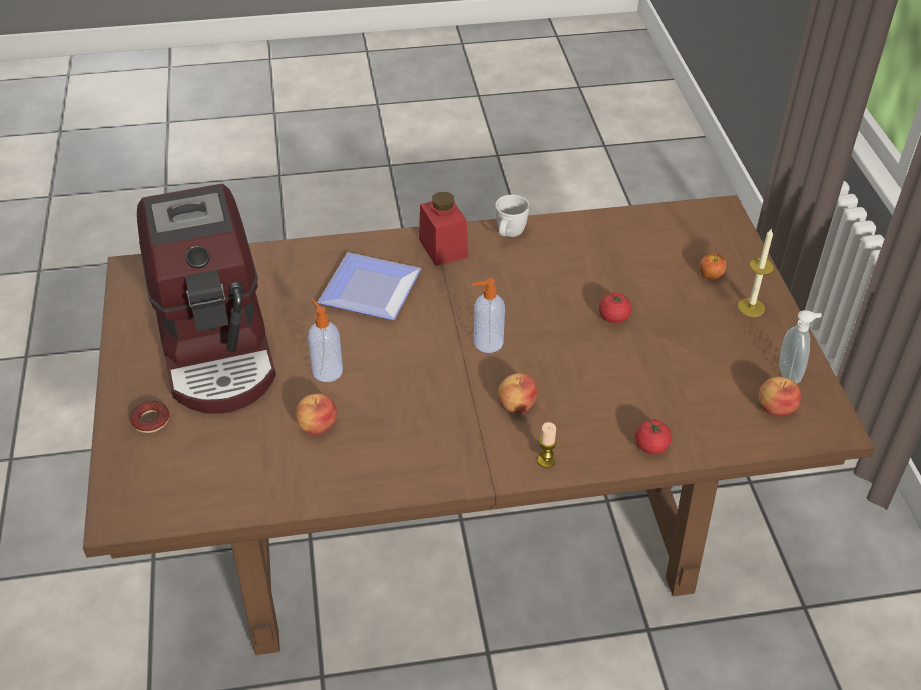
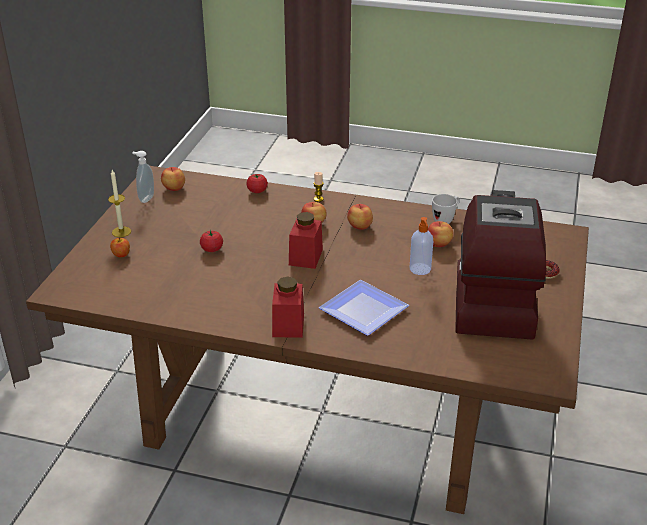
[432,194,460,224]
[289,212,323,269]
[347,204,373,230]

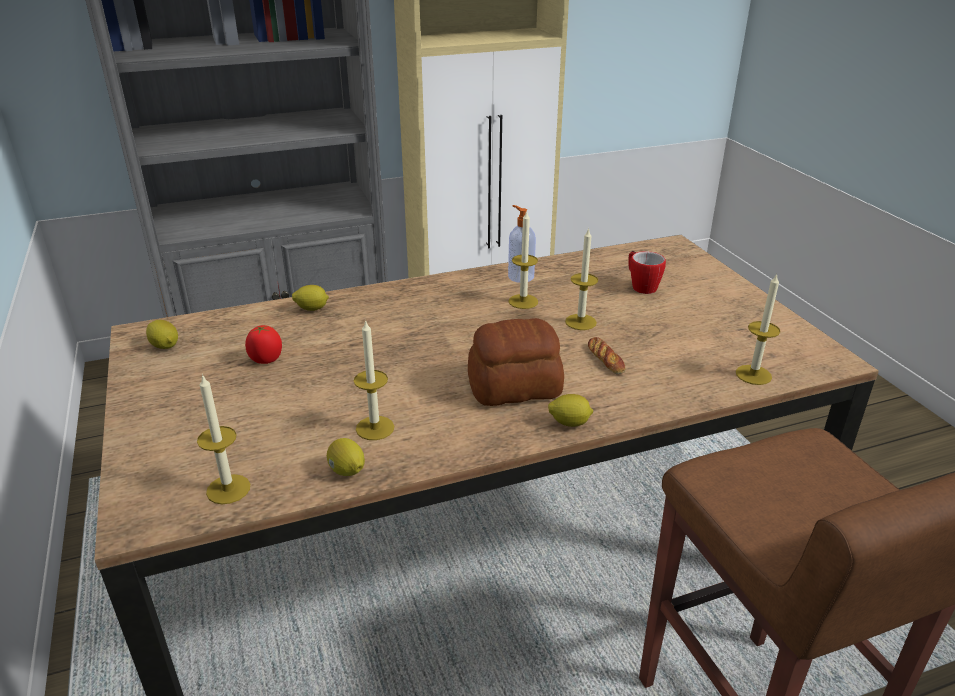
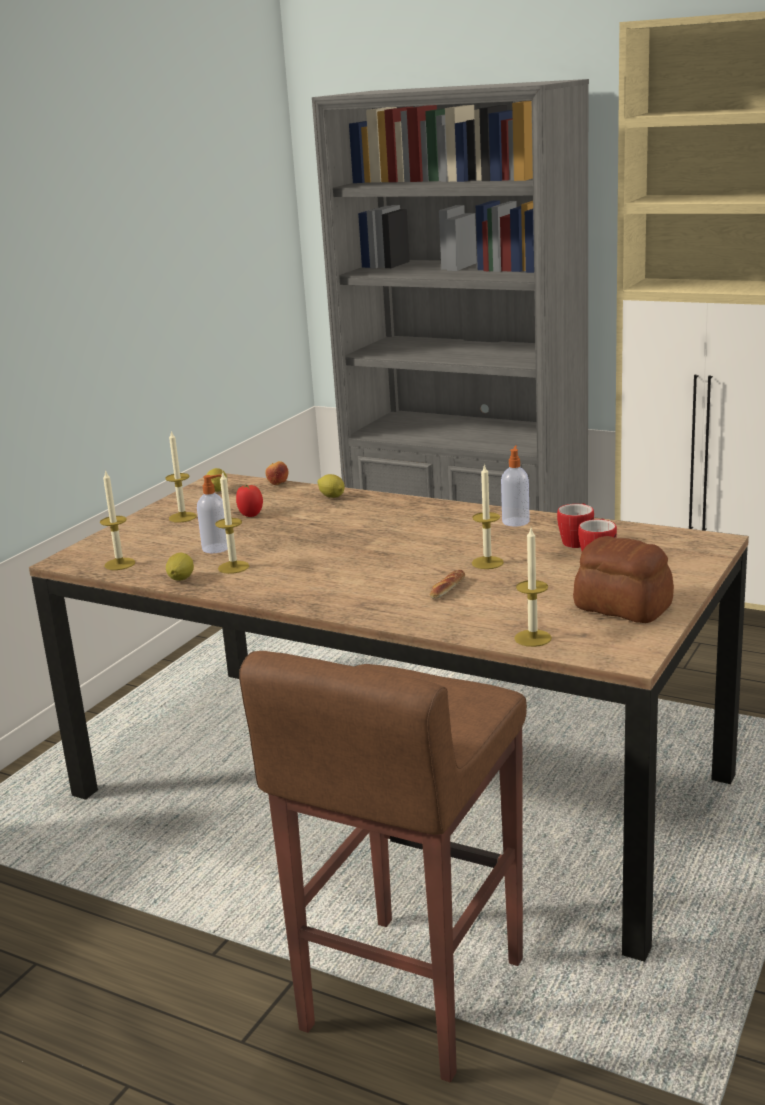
[166,430,197,523]
[573,536,674,623]
[548,394,593,427] (first image)
[265,461,288,485]
[197,475,228,553]
[557,503,594,548]

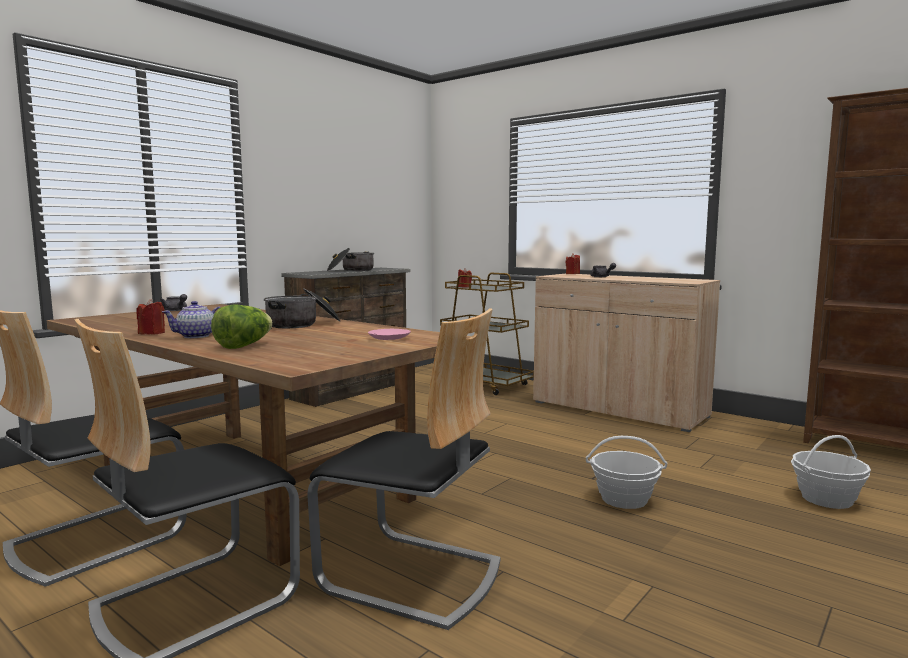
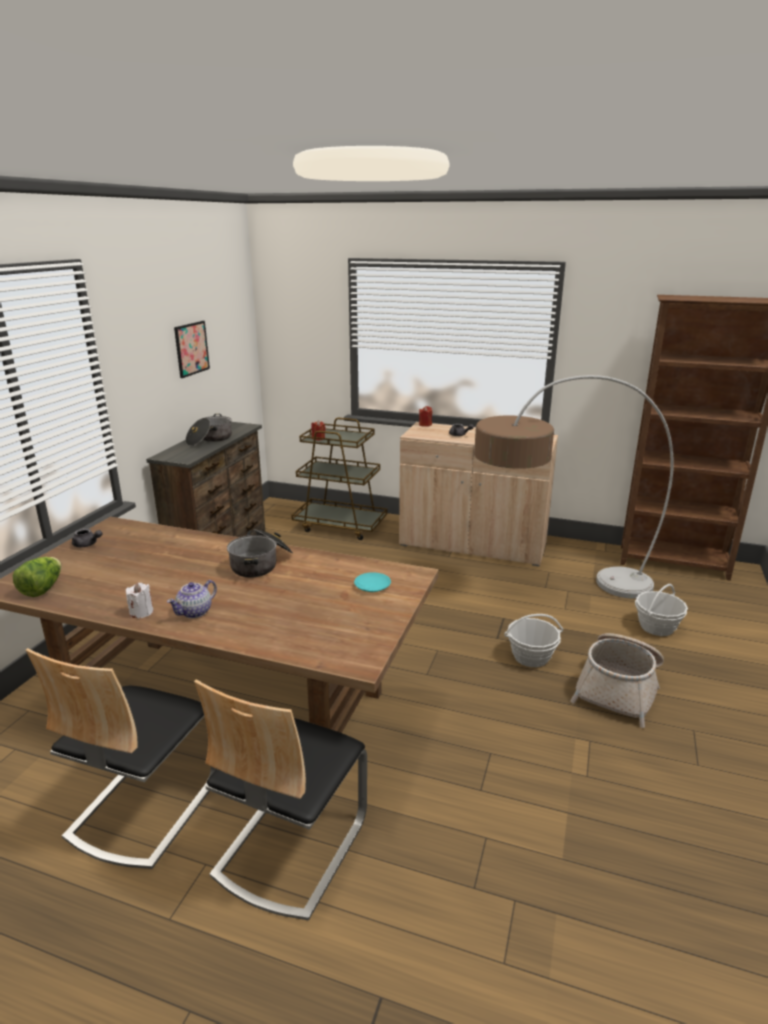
[126,583,153,618]
[13,557,62,597]
[307,308,500,630] (first image)
[354,572,391,592]
[174,321,210,378]
[474,375,674,599]
[570,633,664,728]

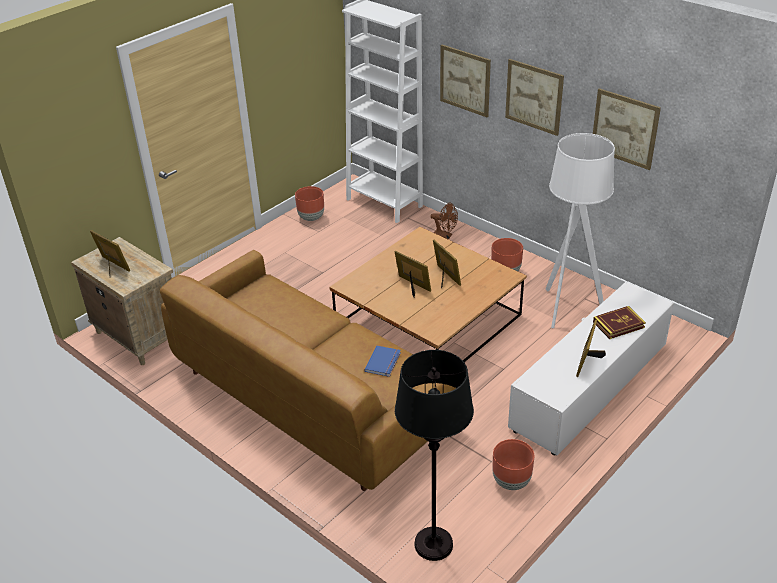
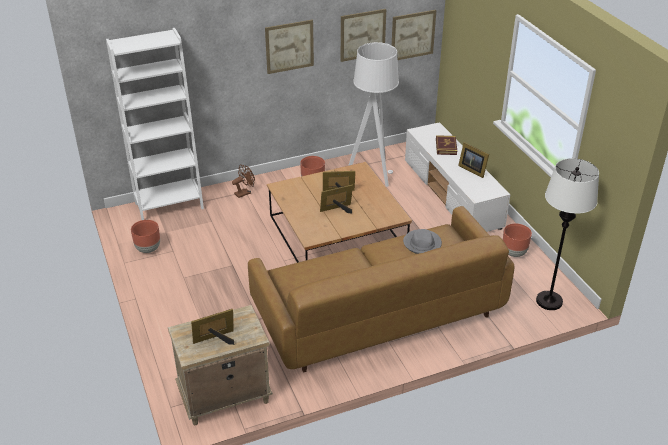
[392,10,436,60]
[403,229,442,254]
[536,158,599,310]

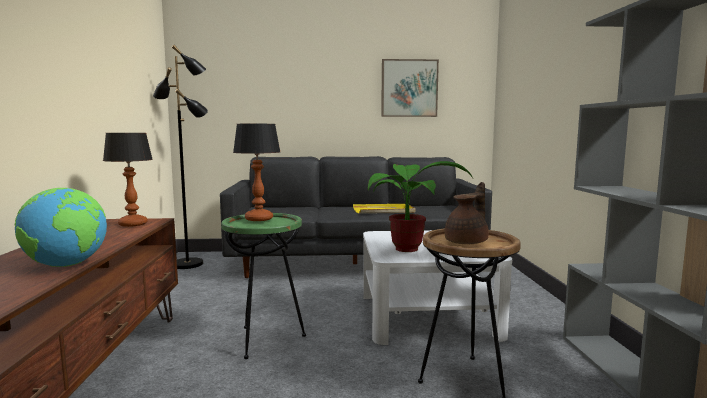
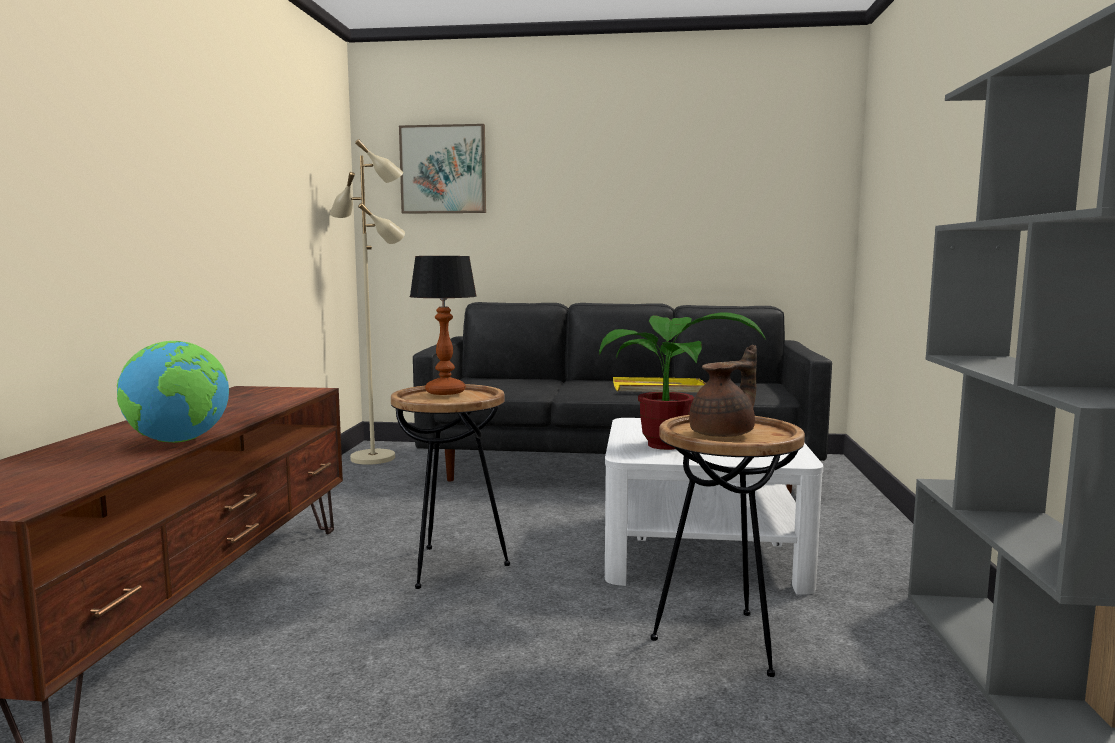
[330,139,405,465]
[399,124,486,214]
[103,133,153,227] (first image)
[391,384,510,589]

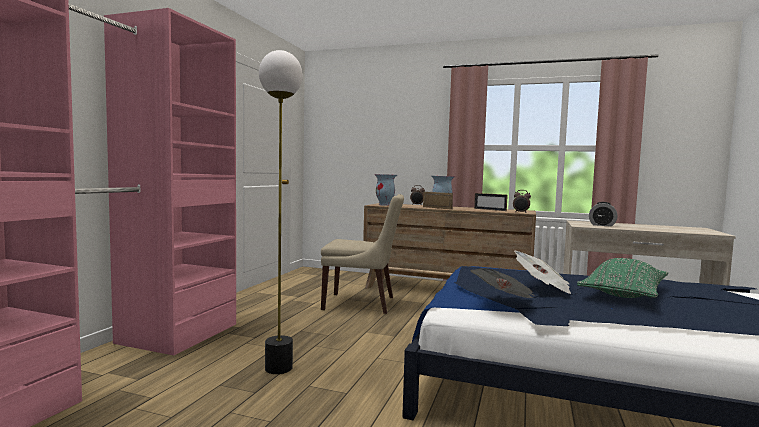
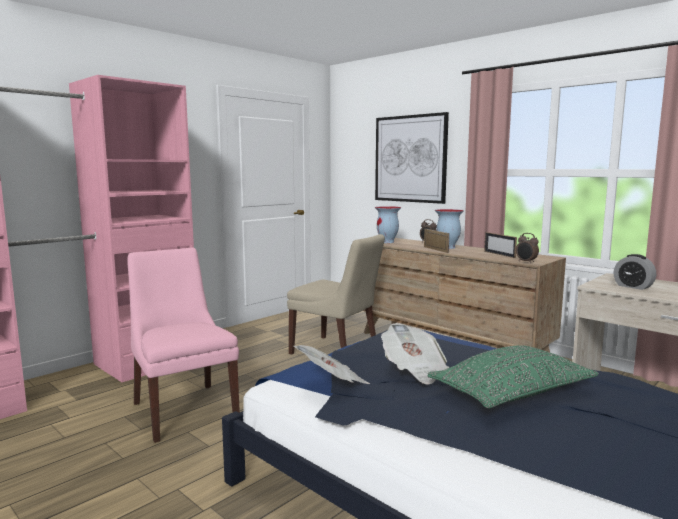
[127,248,240,443]
[375,112,449,204]

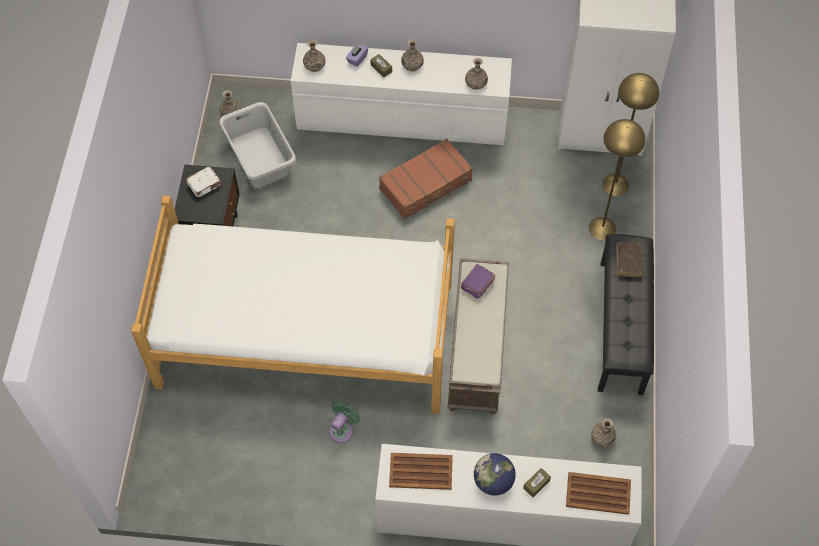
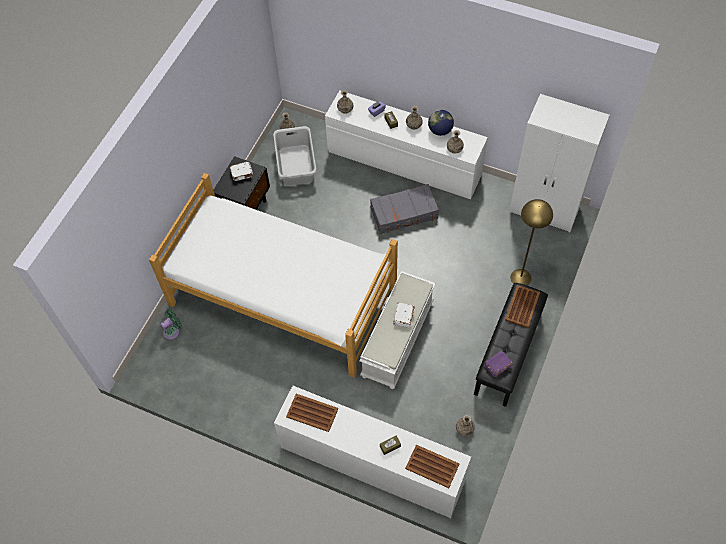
[602,73,659,196] (first image)
[370,184,439,234]
[505,285,540,328]
[359,271,436,389]
[484,350,513,377]
[160,309,182,340]
[428,110,454,136]
[393,303,415,328]

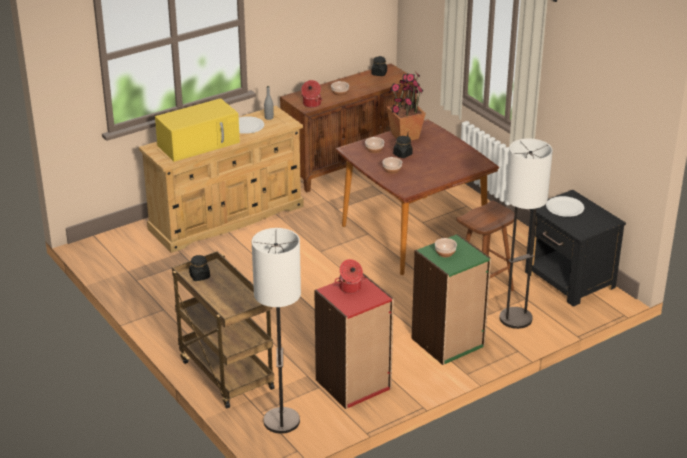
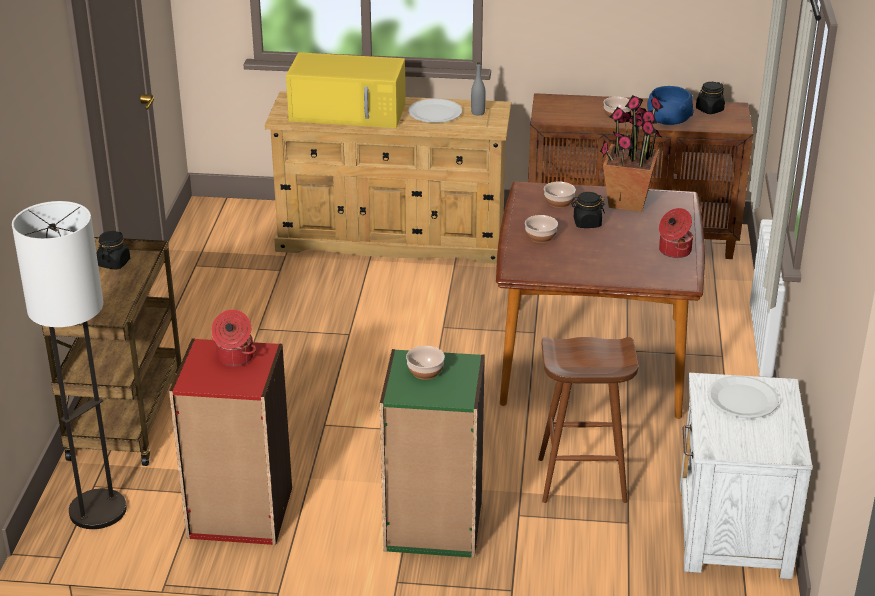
[659,208,693,258]
[499,138,553,329] (first image)
[680,373,813,579]
[647,86,694,125]

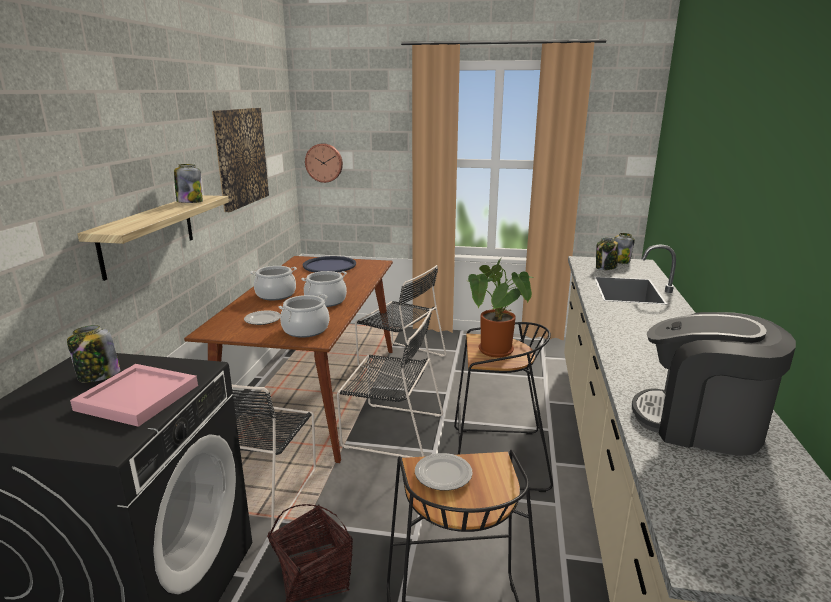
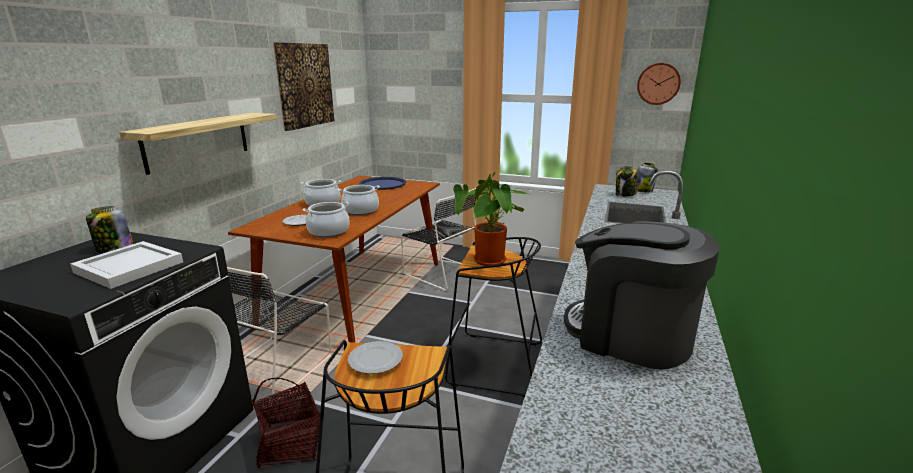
[637,63,681,105]
[174,164,203,203] (first image)
[337,308,443,458] (first image)
[70,241,183,289]

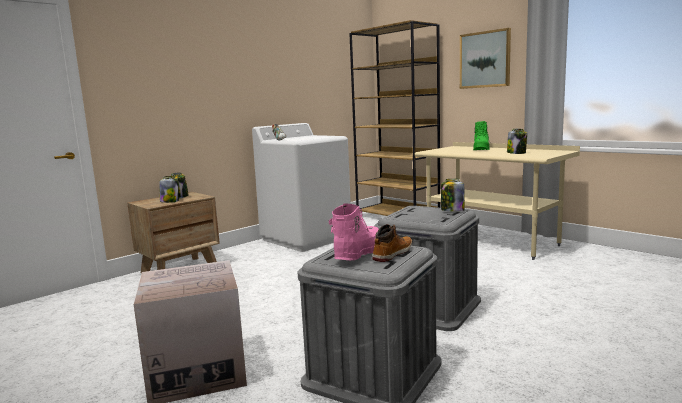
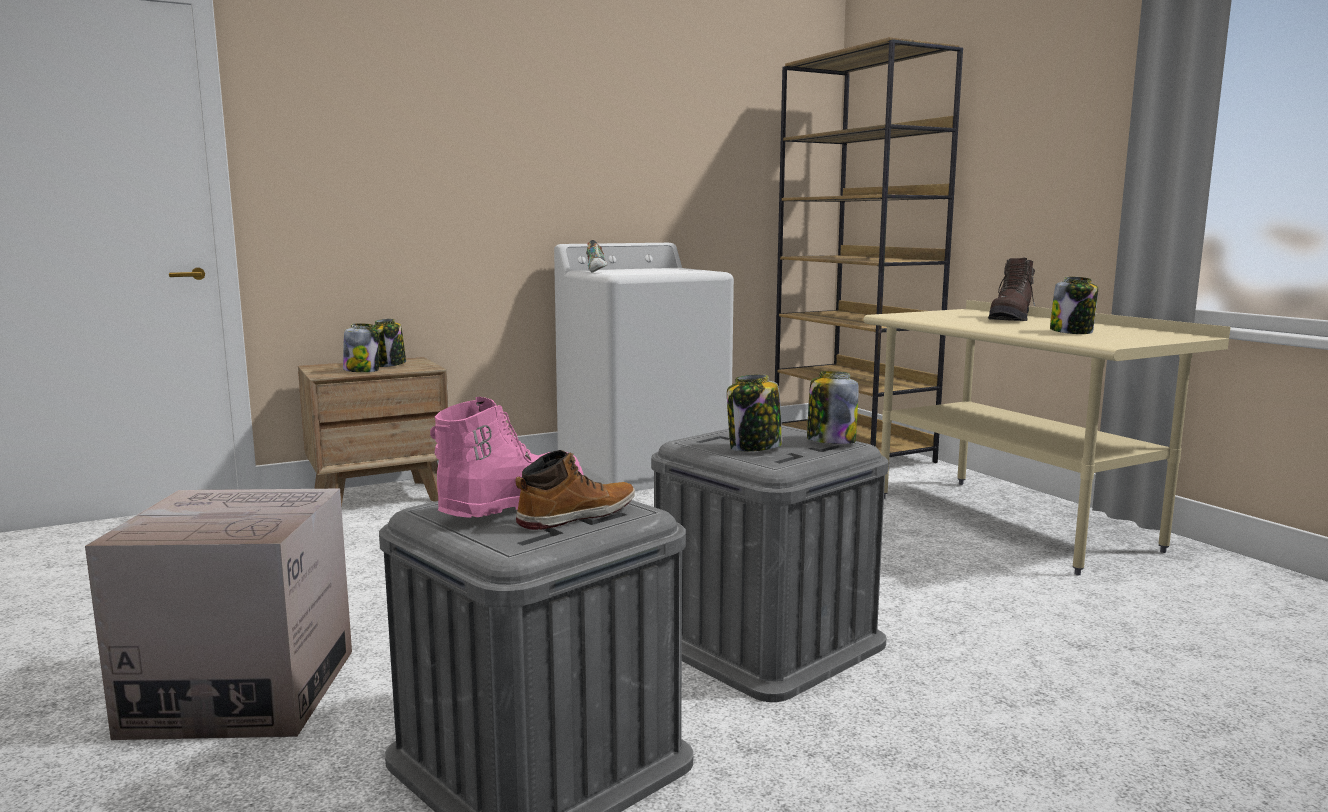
[460,28,511,89] (first image)
[988,258,1035,321]
[727,374,783,452]

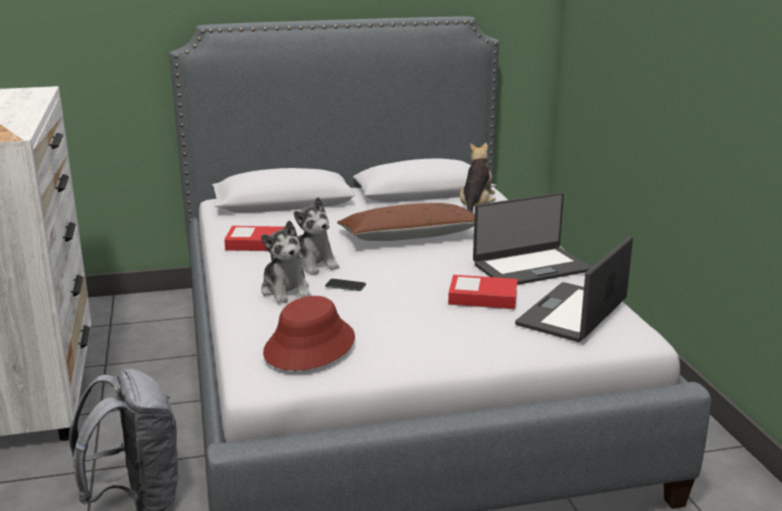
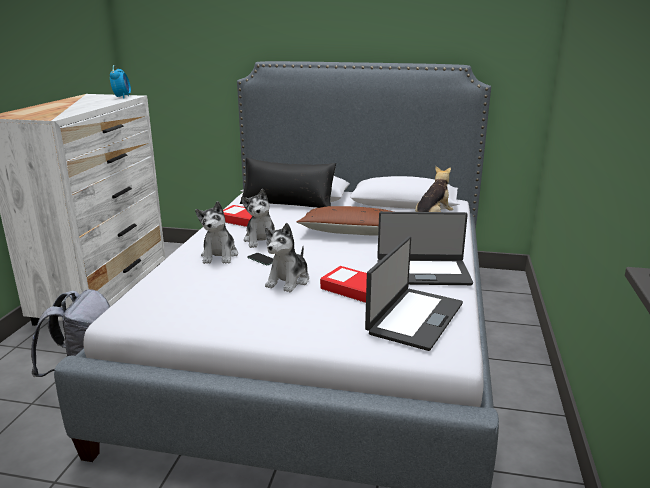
[365,236,463,351]
[263,296,355,371] (first image)
[110,65,131,99]
[240,158,336,208]
[265,223,309,292]

